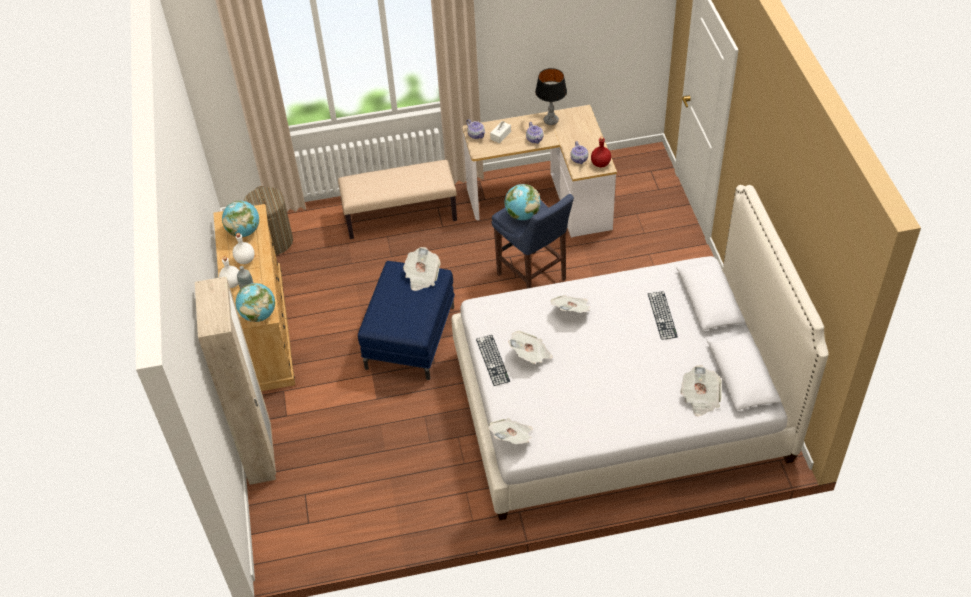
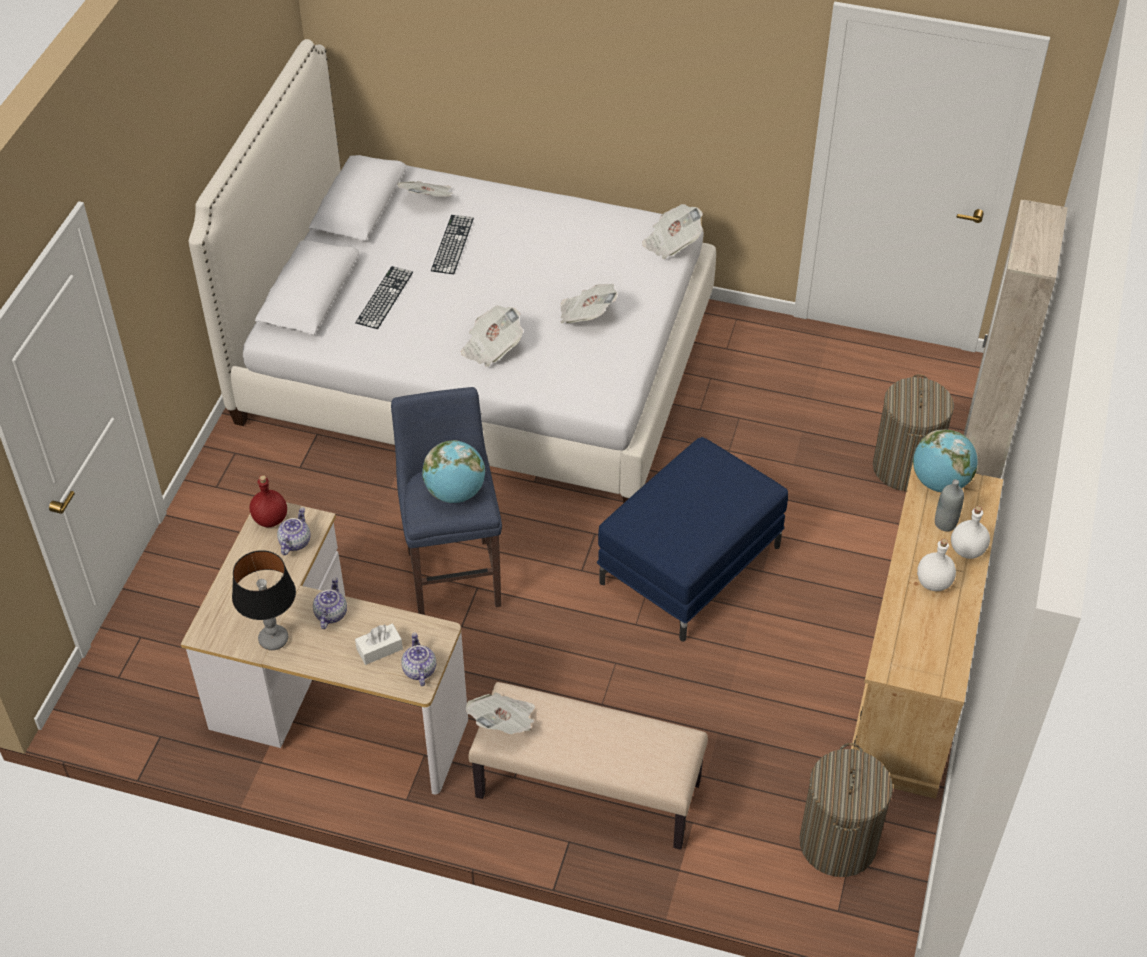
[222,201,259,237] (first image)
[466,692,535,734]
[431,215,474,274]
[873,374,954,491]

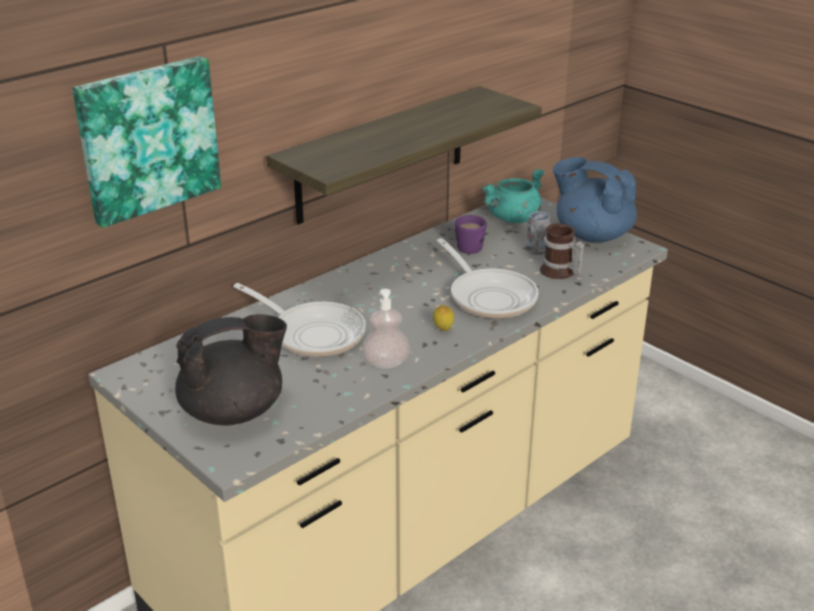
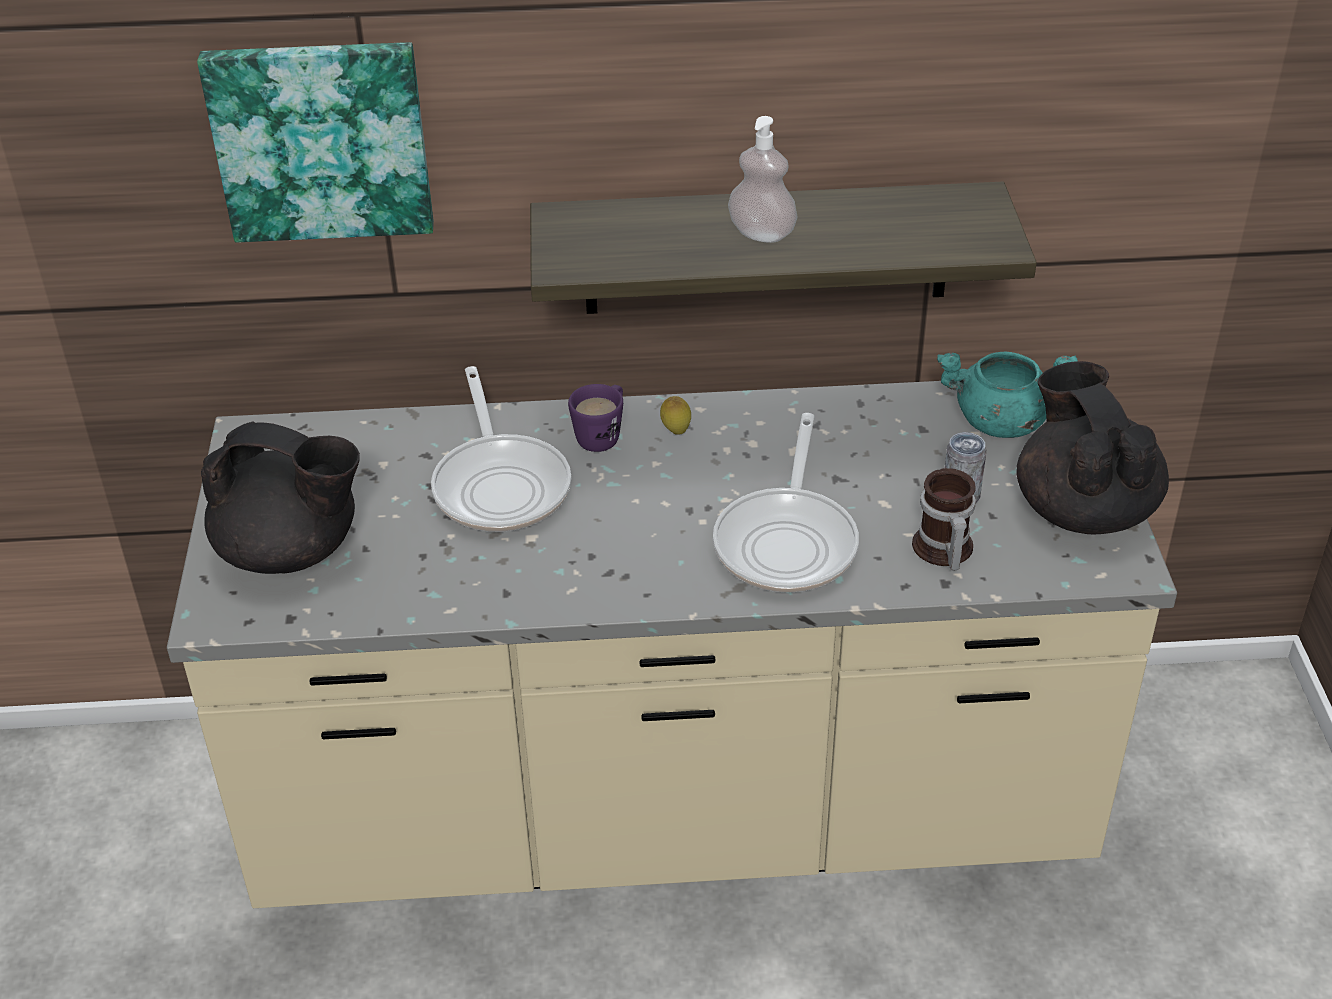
[1016,361,1169,535]
[568,384,623,452]
[728,116,798,243]
[660,396,691,435]

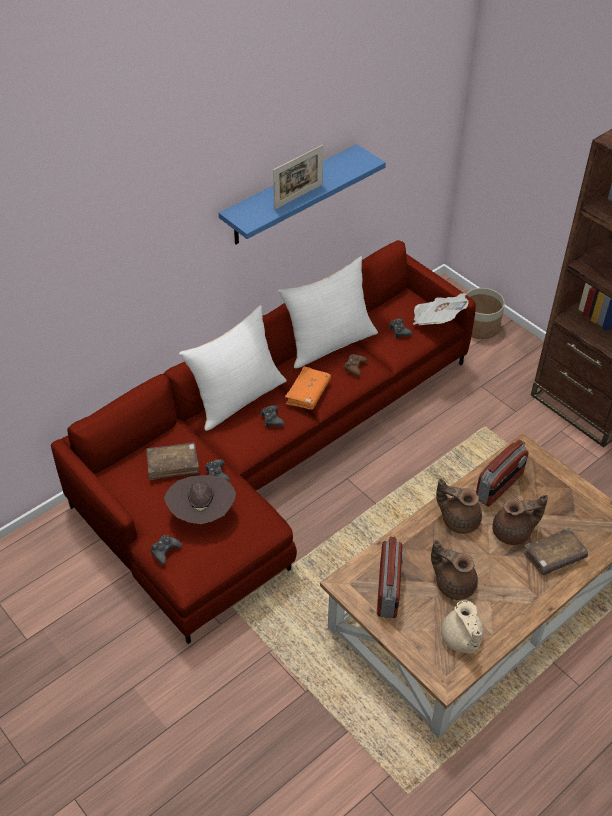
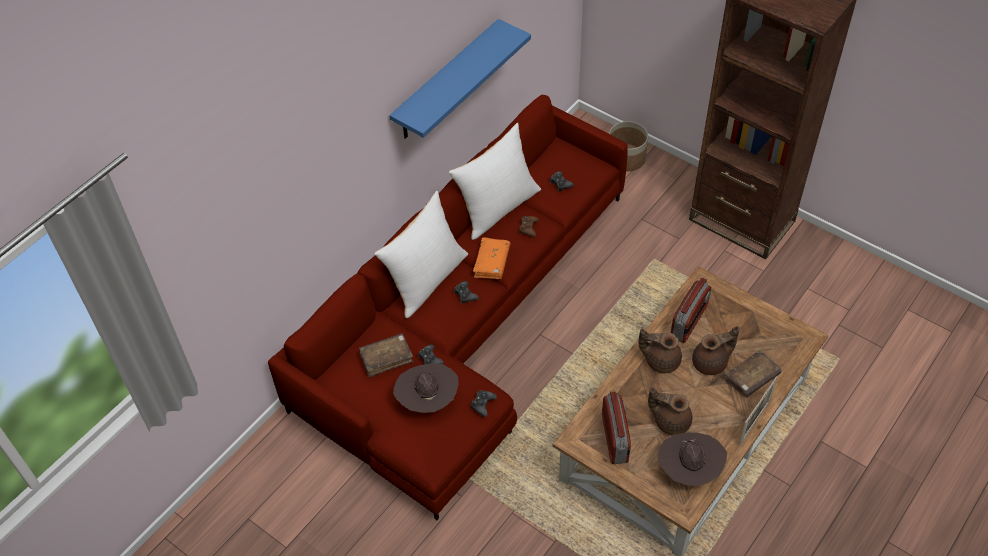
[738,377,777,446]
[413,293,469,325] (first image)
[471,390,497,417]
[658,432,727,486]

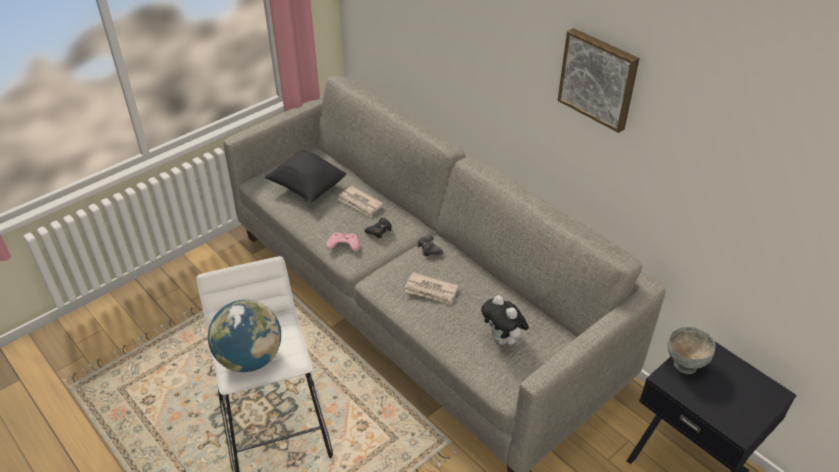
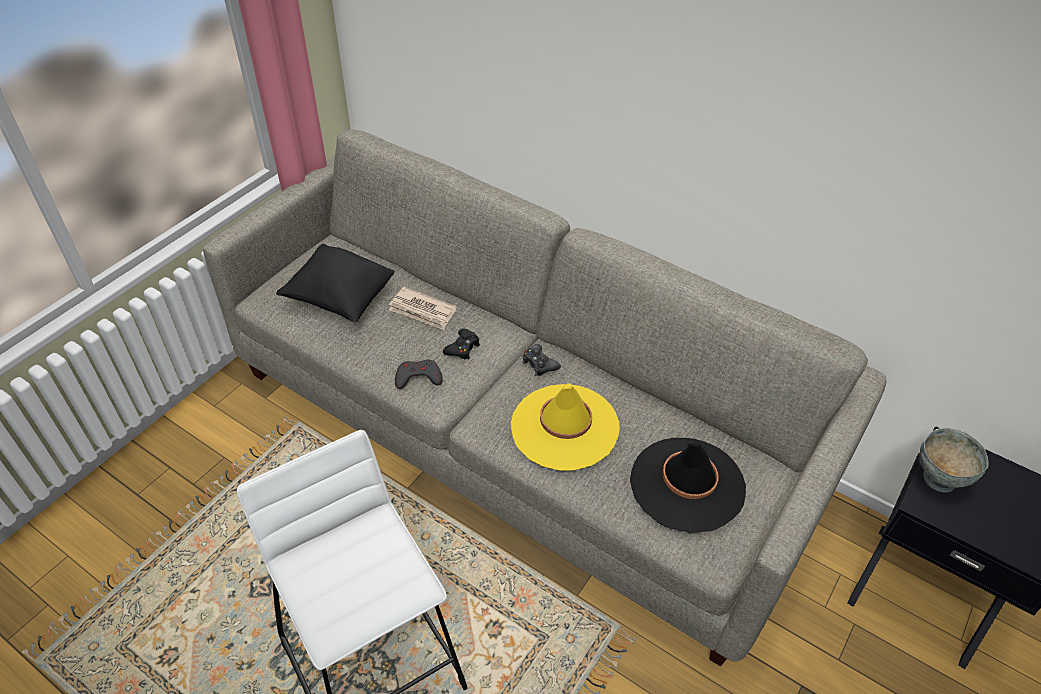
[558,28,640,133] (first image)
[395,360,443,389]
[511,383,620,471]
[630,438,746,533]
[208,300,281,372] (first image)

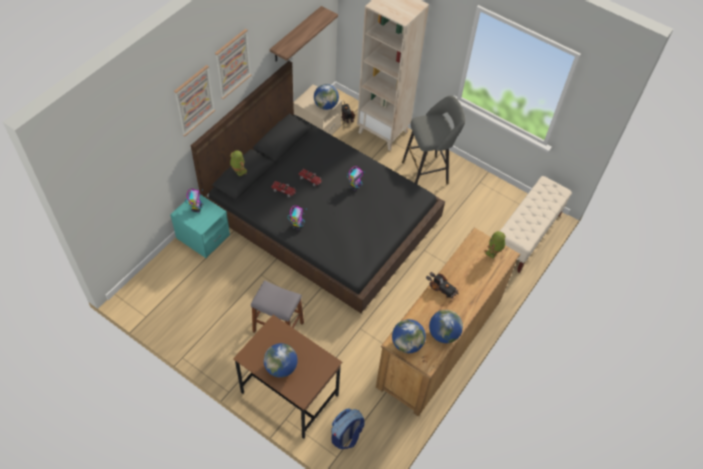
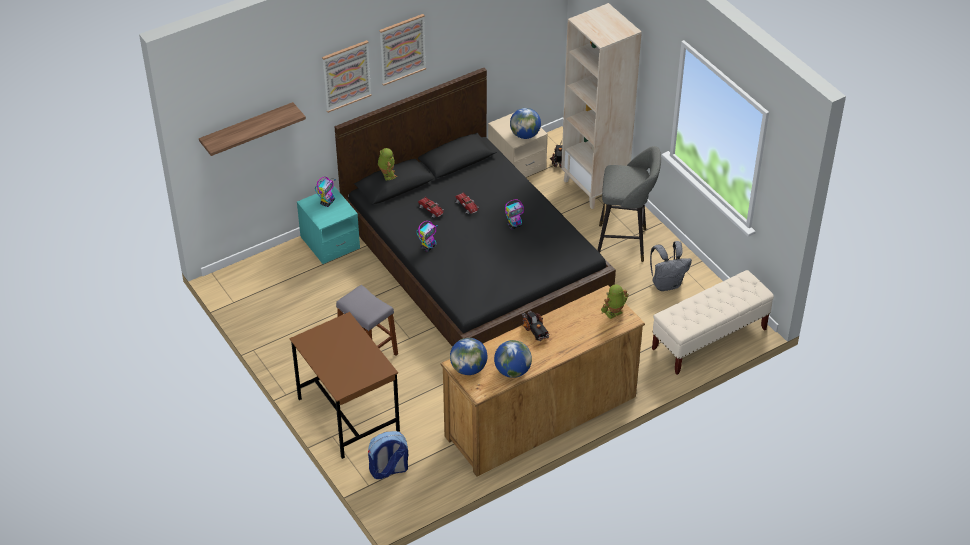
[199,102,306,156]
[264,343,298,378] (first image)
[650,241,692,291]

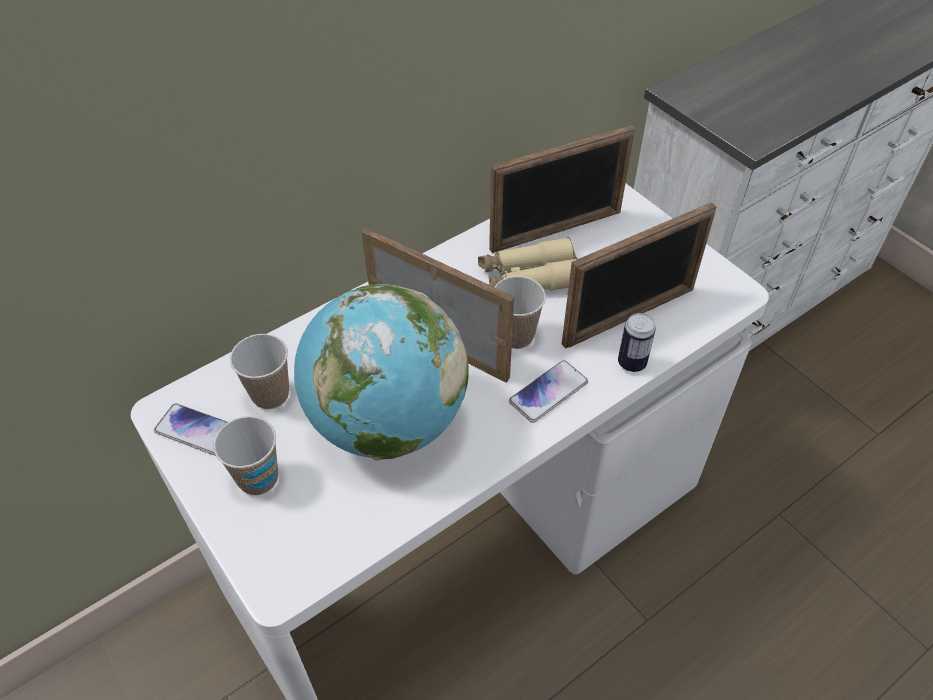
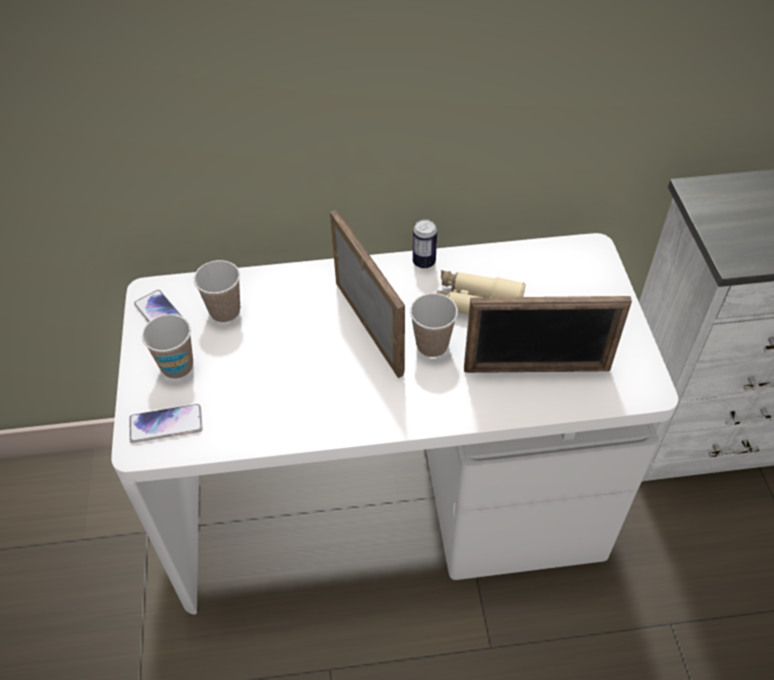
[489,125,635,253] (first image)
[294,284,469,461] (first image)
[413,219,437,269]
[129,404,202,443]

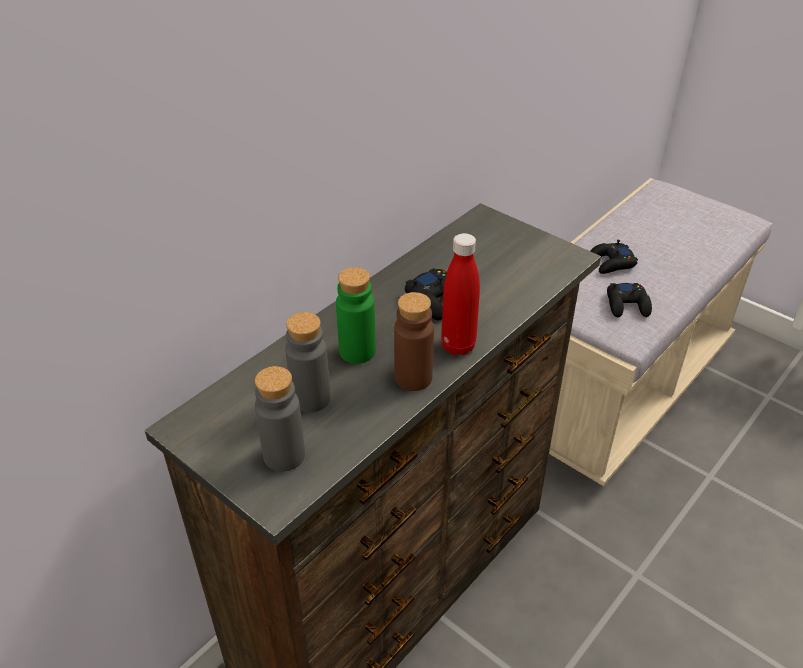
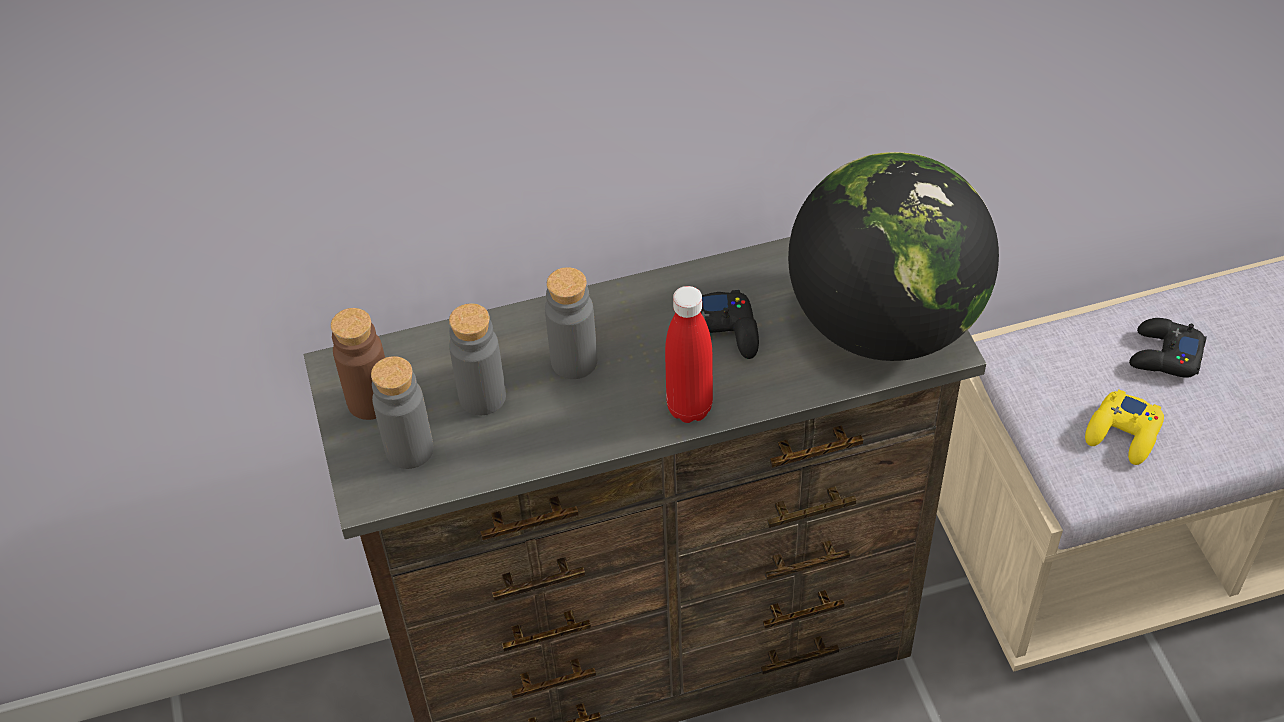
[545,267,597,379]
[1085,390,1164,465]
[331,308,385,420]
[788,152,999,361]

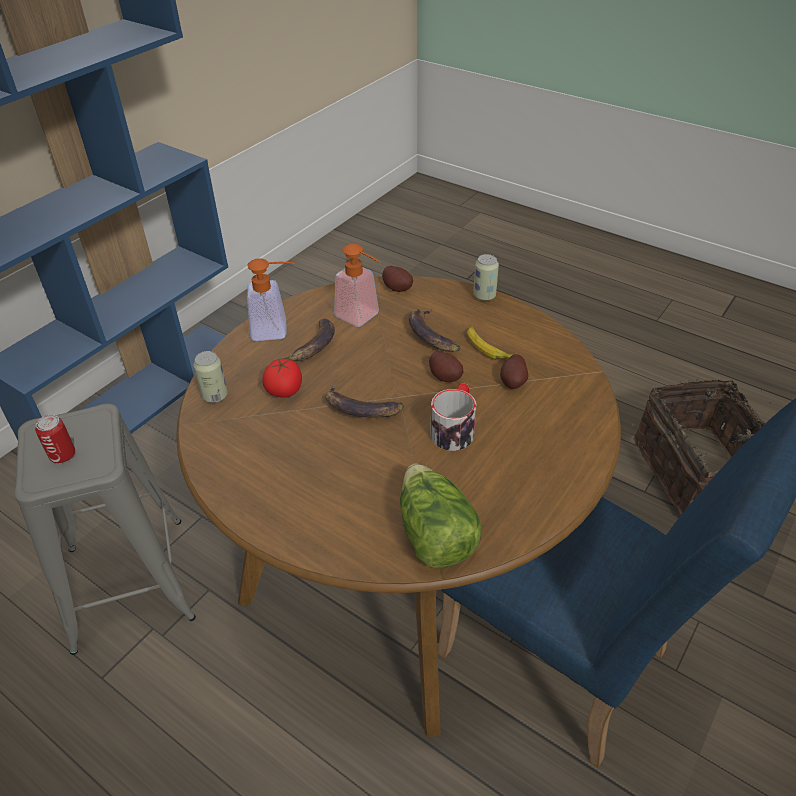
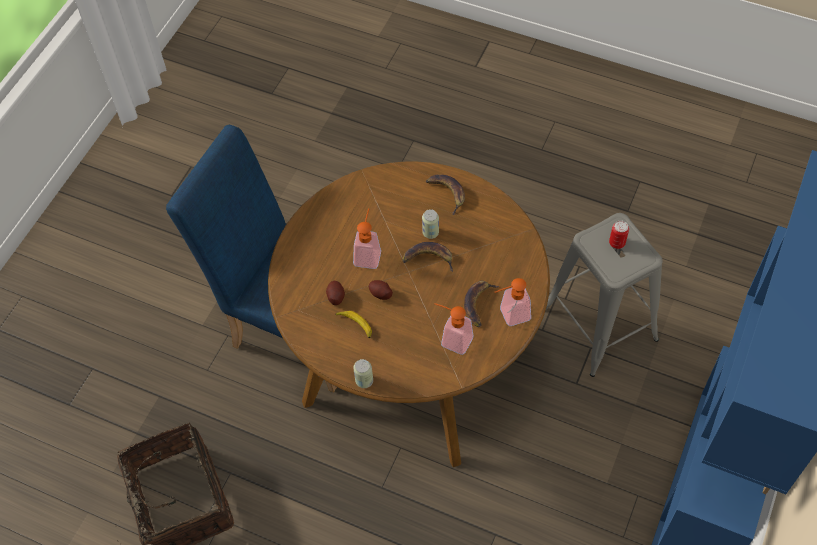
[382,266,413,292] (first image)
[426,174,465,215]
[422,209,439,239]
[262,358,302,398] (first image)
[353,208,381,269]
[400,464,481,569] (first image)

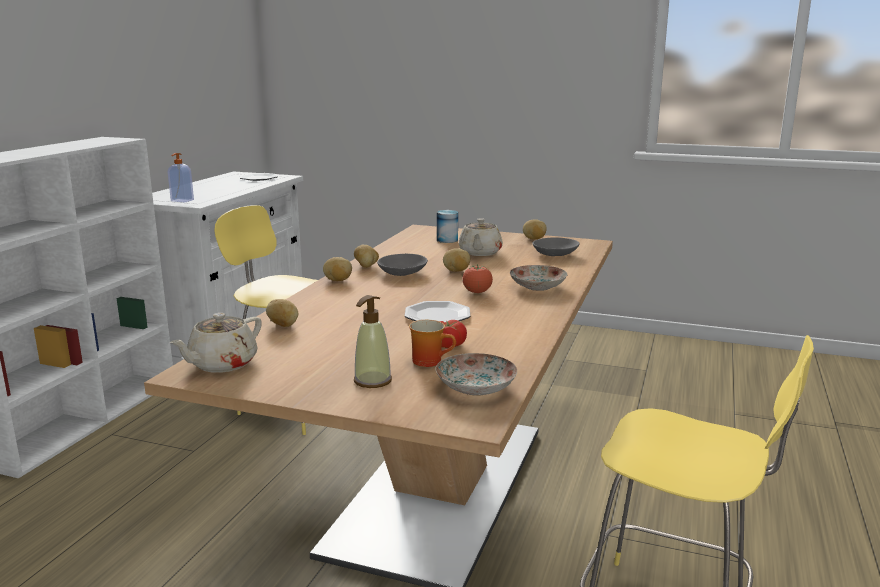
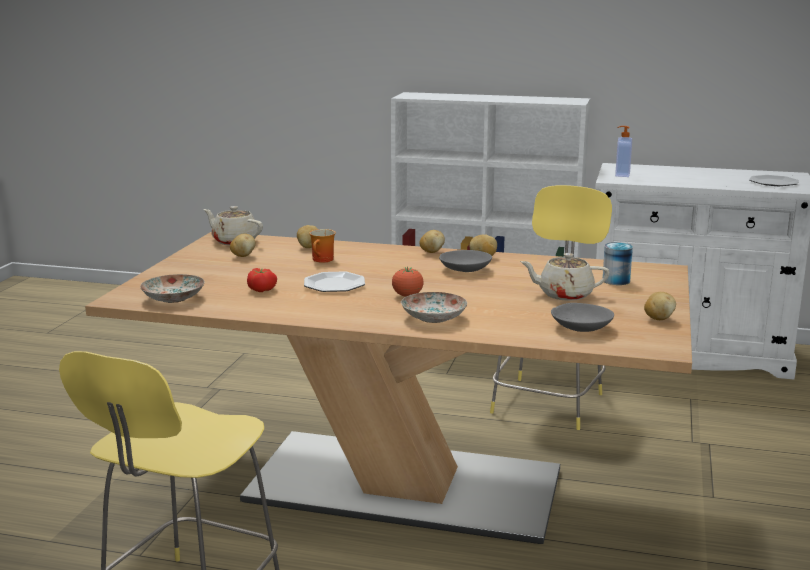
[230,233,256,257]
[354,295,392,388] (first image)
[309,229,336,262]

